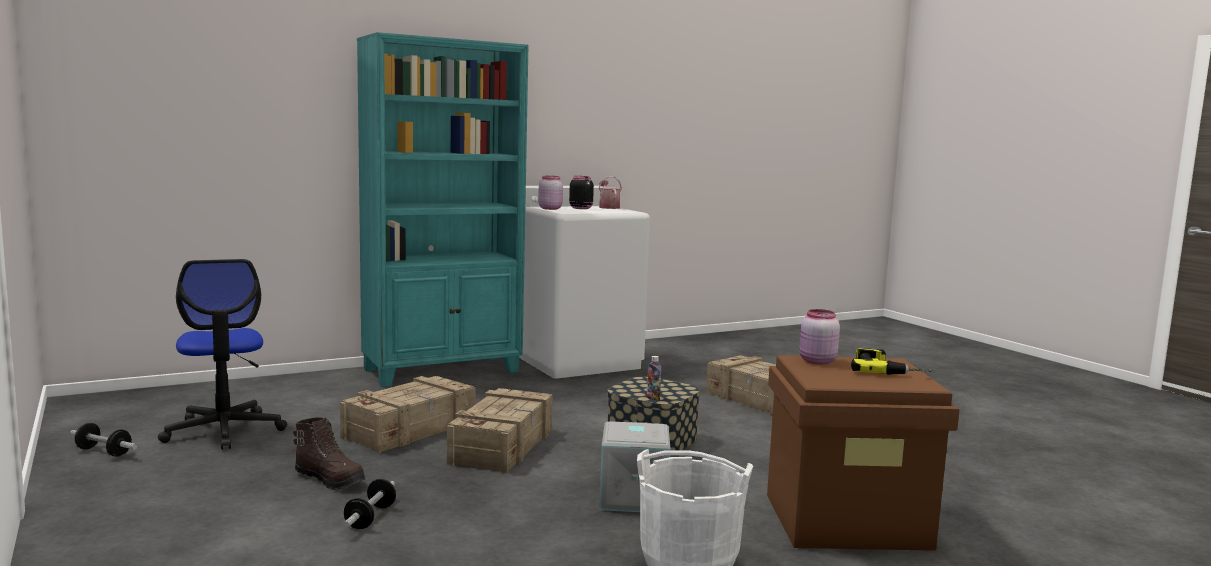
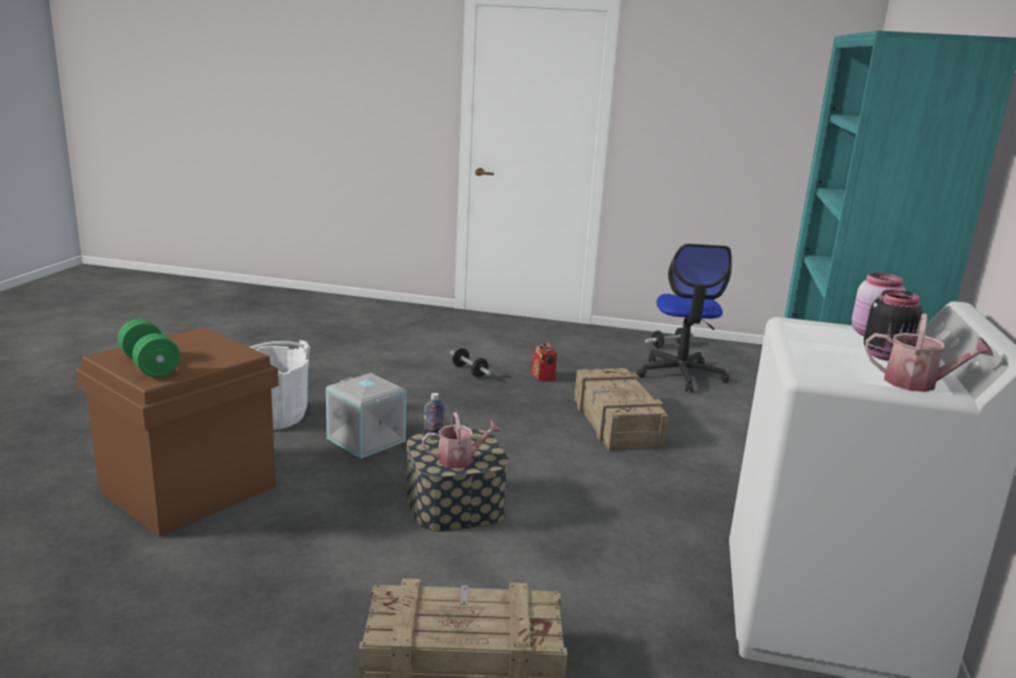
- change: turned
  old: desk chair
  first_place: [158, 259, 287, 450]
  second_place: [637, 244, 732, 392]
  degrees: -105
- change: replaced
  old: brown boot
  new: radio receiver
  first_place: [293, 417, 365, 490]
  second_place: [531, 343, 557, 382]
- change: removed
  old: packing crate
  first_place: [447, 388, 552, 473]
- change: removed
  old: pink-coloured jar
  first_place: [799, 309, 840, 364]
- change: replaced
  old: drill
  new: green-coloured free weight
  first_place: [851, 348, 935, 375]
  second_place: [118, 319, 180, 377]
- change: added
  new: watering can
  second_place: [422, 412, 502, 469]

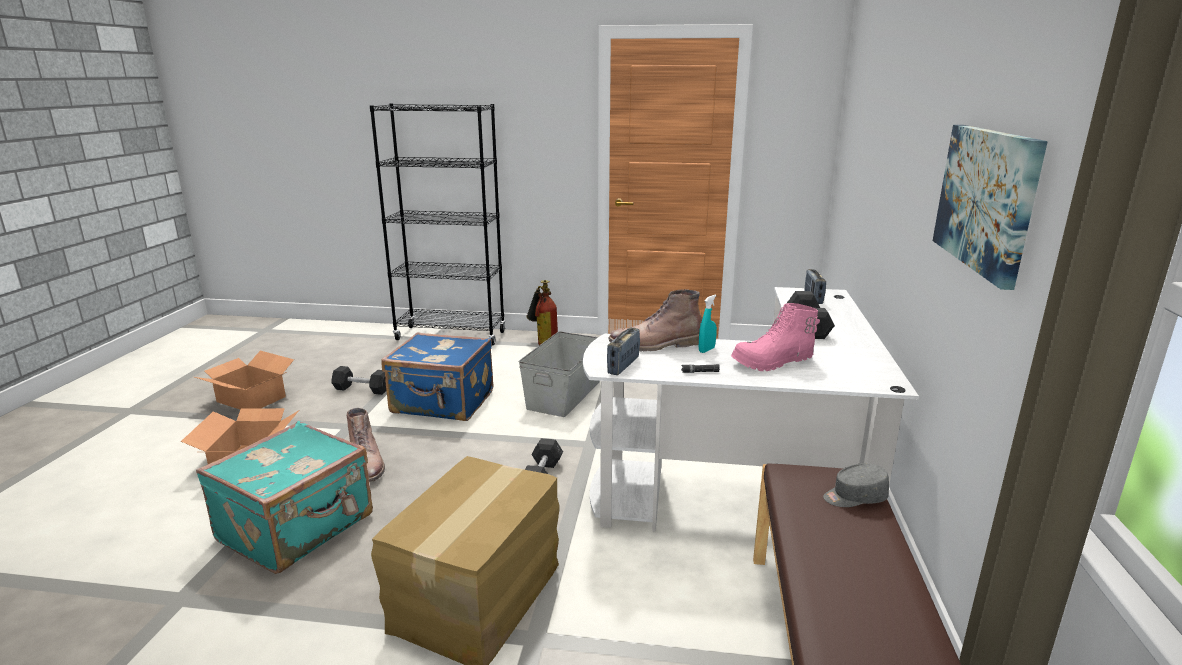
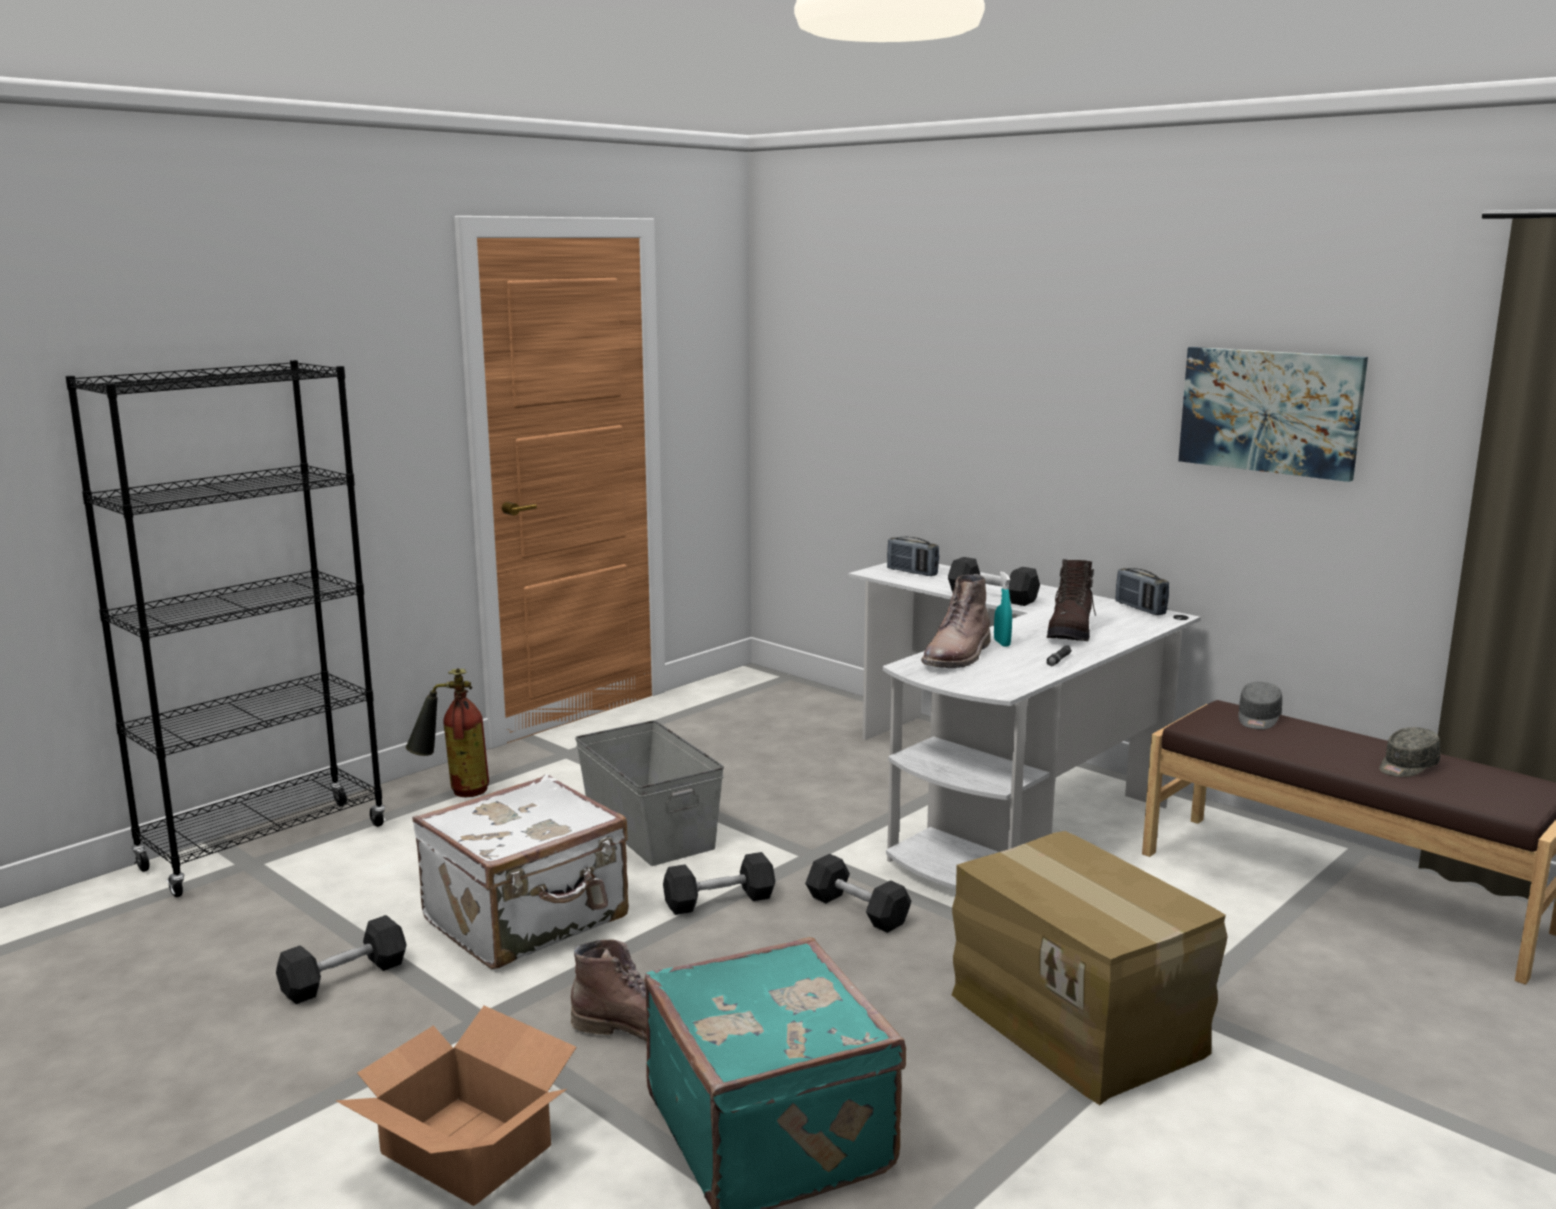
- change: removed
  old: packing box
  first_place: [195, 351, 294, 410]
- change: recoloured
  old: blue-coloured travel case
  new: white-coloured travel case
  first_place: [382, 332, 493, 421]
  second_place: [412, 774, 629, 969]
- change: moved
  old: radio receiver
  first_place: [607, 328, 640, 375]
  second_place: [1116, 568, 1169, 615]
- change: recoloured
  old: pink-coloured boot
  new: brown boot
  first_place: [731, 303, 820, 371]
  second_place: [1046, 559, 1096, 641]
- change: added
  new: greyish free weight
  second_place: [663, 852, 775, 915]
- change: added
  new: greyish cap
  second_place: [1379, 727, 1440, 777]

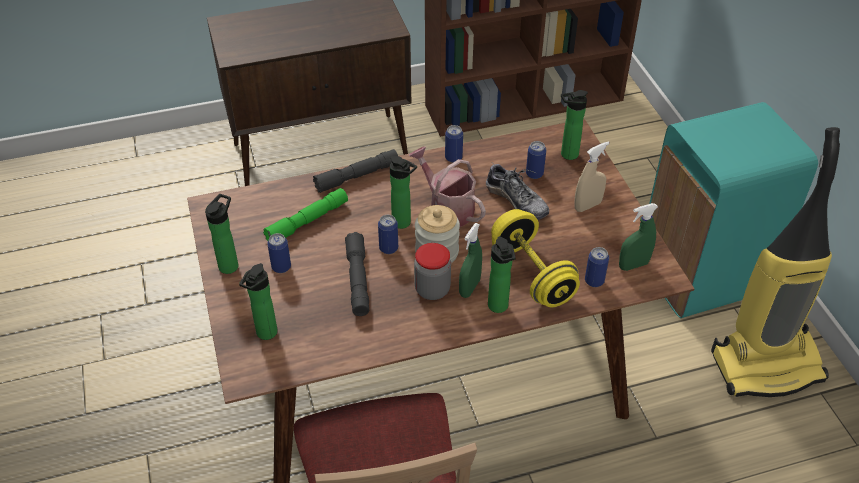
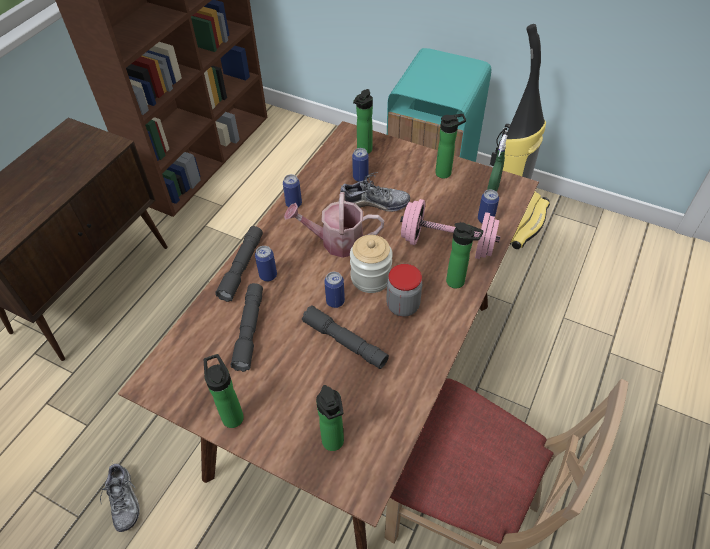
- change: recoloured
  old: green-coloured torch
  new: greyish torch
  first_place: [263, 188, 348, 241]
  second_place: [230, 283, 263, 372]
- change: moved
  old: metal can
  first_place: [267, 233, 291, 273]
  second_place: [255, 246, 277, 281]
- change: moved
  old: bottle
  first_place: [390, 156, 417, 229]
  second_place: [435, 114, 466, 178]
- change: removed
  old: green-coloured sprayer
  first_place: [459, 223, 482, 298]
- change: recoloured
  old: yellow-coloured free weight
  new: pink-coloured free weight
  first_place: [491, 209, 580, 307]
  second_place: [400, 199, 501, 259]
- change: removed
  old: beige sprayer
  first_place: [574, 142, 609, 212]
- change: added
  new: item of footwear
  second_place: [100, 464, 140, 532]

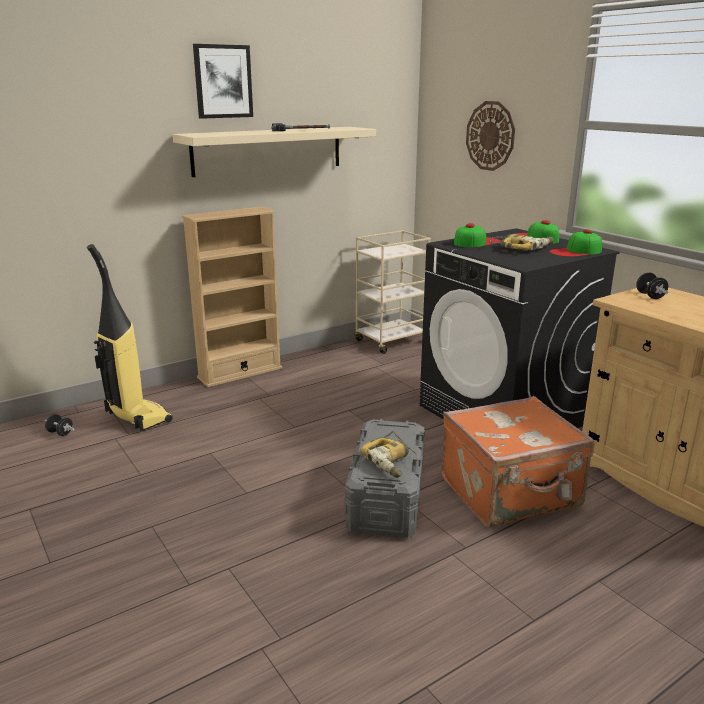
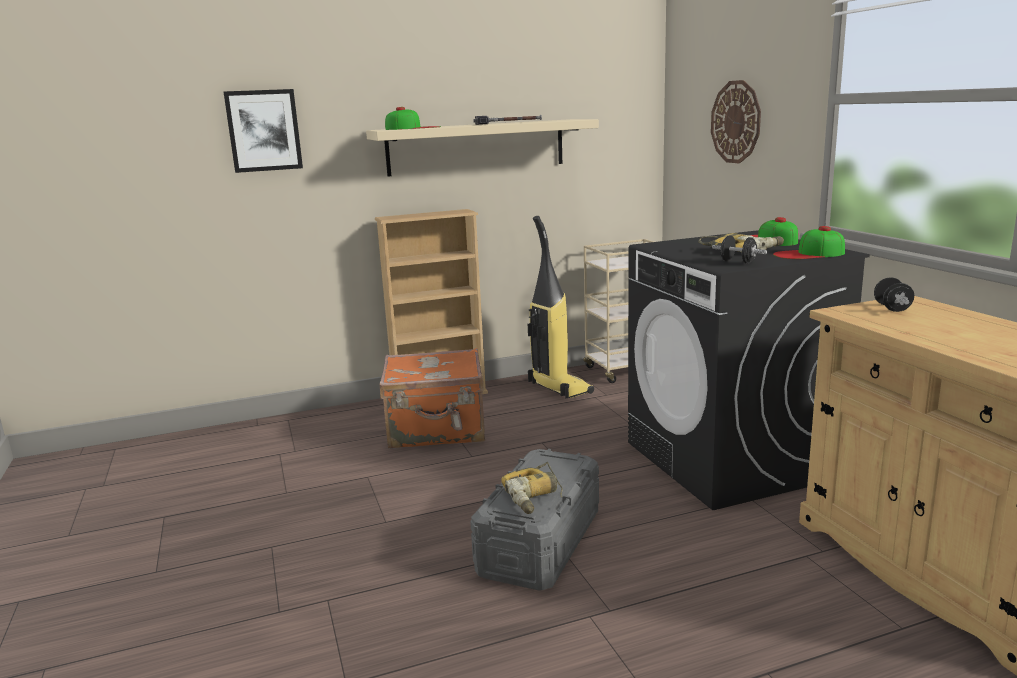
- change: moved
  old: blackish free weight
  first_place: [44, 414, 75, 436]
  second_place: [712, 235, 767, 264]
- change: moved
  old: hoover
  first_place: [87, 244, 173, 431]
  second_place: [528, 216, 594, 398]
- change: moved
  old: wall art
  first_place: [193, 44, 253, 119]
  second_place: [224, 89, 303, 173]
- change: moved
  old: orange travel case
  first_place: [441, 396, 594, 528]
  second_place: [380, 348, 485, 449]
- change: moved
  old: cap
  first_place: [454, 223, 500, 247]
  second_place: [385, 107, 441, 130]

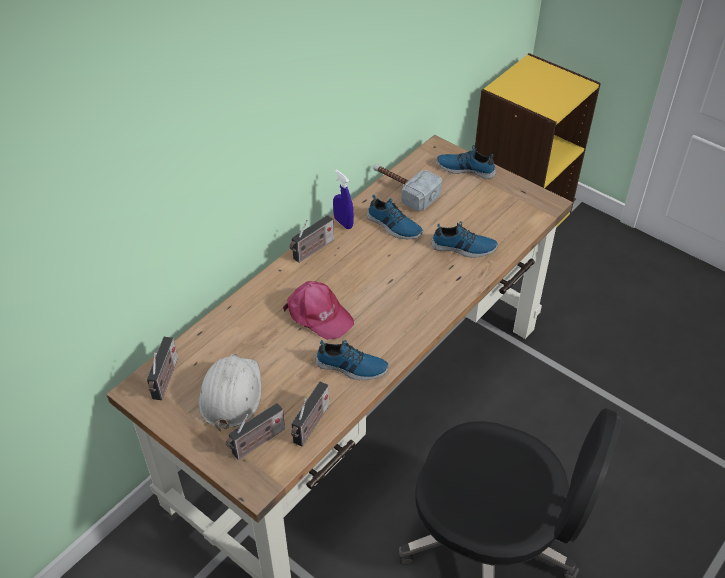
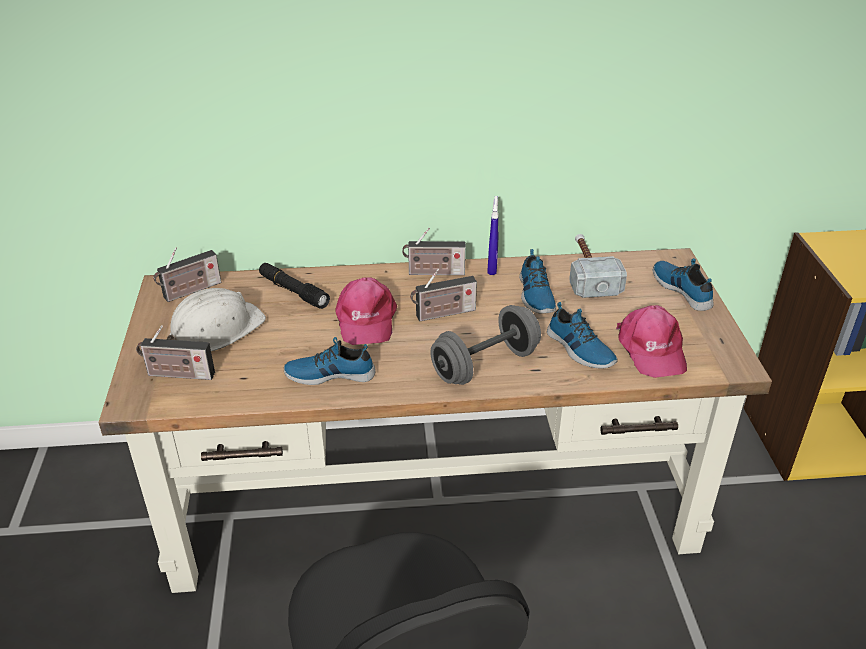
- change: moved
  old: radio receiver
  first_place: [291, 382, 330, 446]
  second_place: [410, 268, 477, 321]
- change: turned
  old: item of footwear
  first_place: [316, 340, 389, 380]
  second_place: [284, 337, 375, 385]
  degrees: 120
- change: added
  new: blackish torch
  second_place: [259, 263, 330, 309]
- change: added
  new: greyish free weight
  second_place: [430, 305, 541, 385]
- change: added
  new: pink-coloured cap
  second_place: [616, 305, 687, 378]

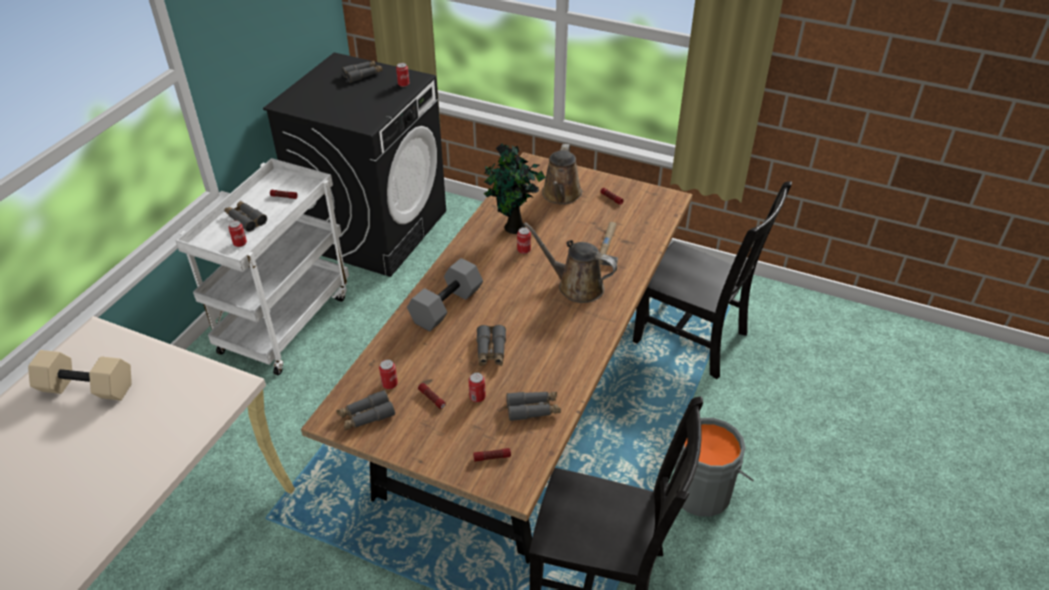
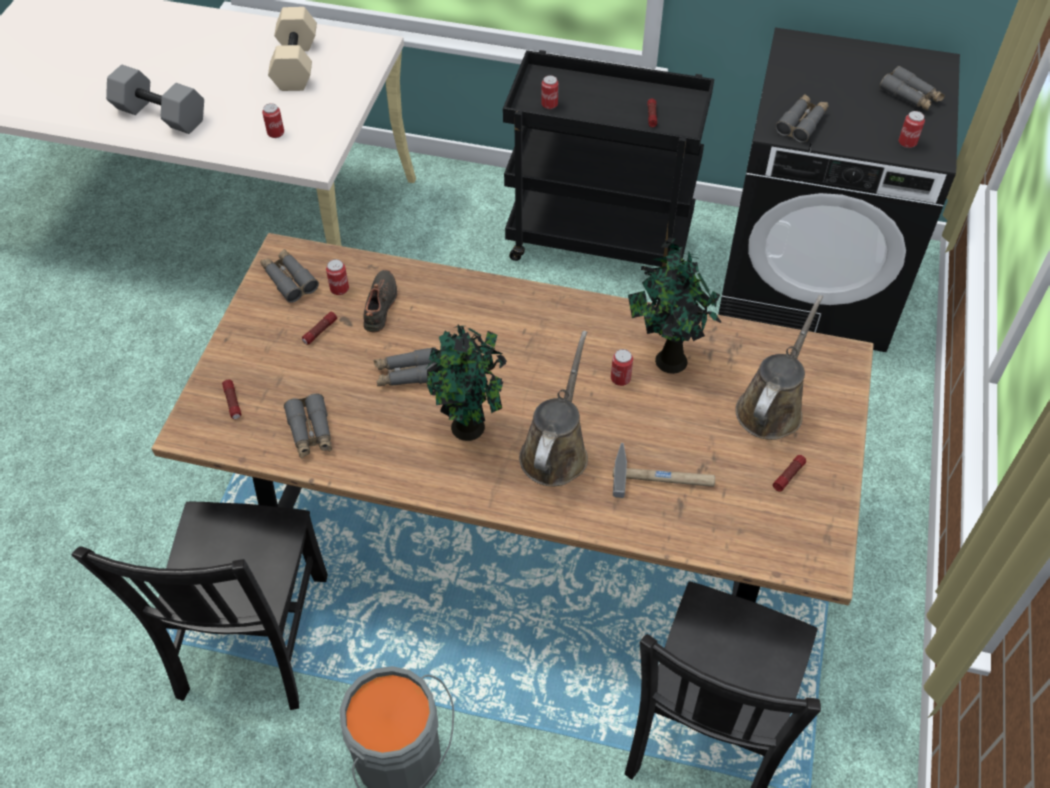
- change: recoloured
  old: white-coloured wheeled cart
  new: blackish wheeled cart
  first_place: [175, 158, 349, 375]
  second_place: [503, 50, 714, 276]
- change: moved
  old: greyish field glasses
  first_place: [224, 201, 267, 232]
  second_place: [775, 94, 828, 143]
- change: moved
  old: greyish free weight
  first_place: [407, 258, 483, 331]
  second_place: [106, 65, 204, 134]
- change: moved
  old: metal can
  first_place: [468, 372, 486, 402]
  second_place: [262, 103, 284, 138]
- change: turned
  old: brown watering can
  first_place: [542, 144, 582, 205]
  second_place: [735, 295, 823, 440]
  degrees: 120
- change: added
  new: blackish item of footwear
  second_place: [363, 270, 397, 332]
- change: added
  new: plant in a pot
  second_place: [426, 325, 507, 441]

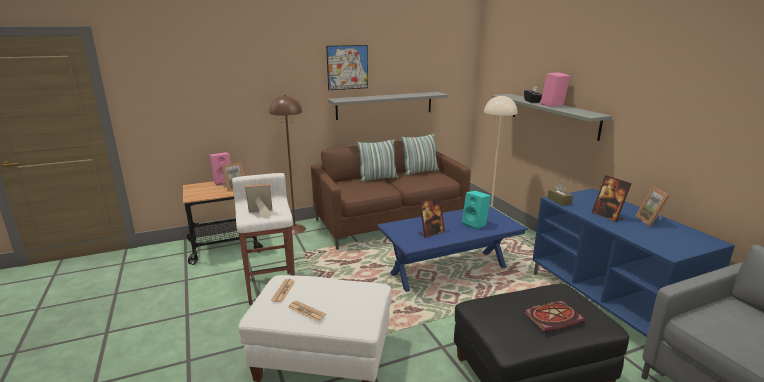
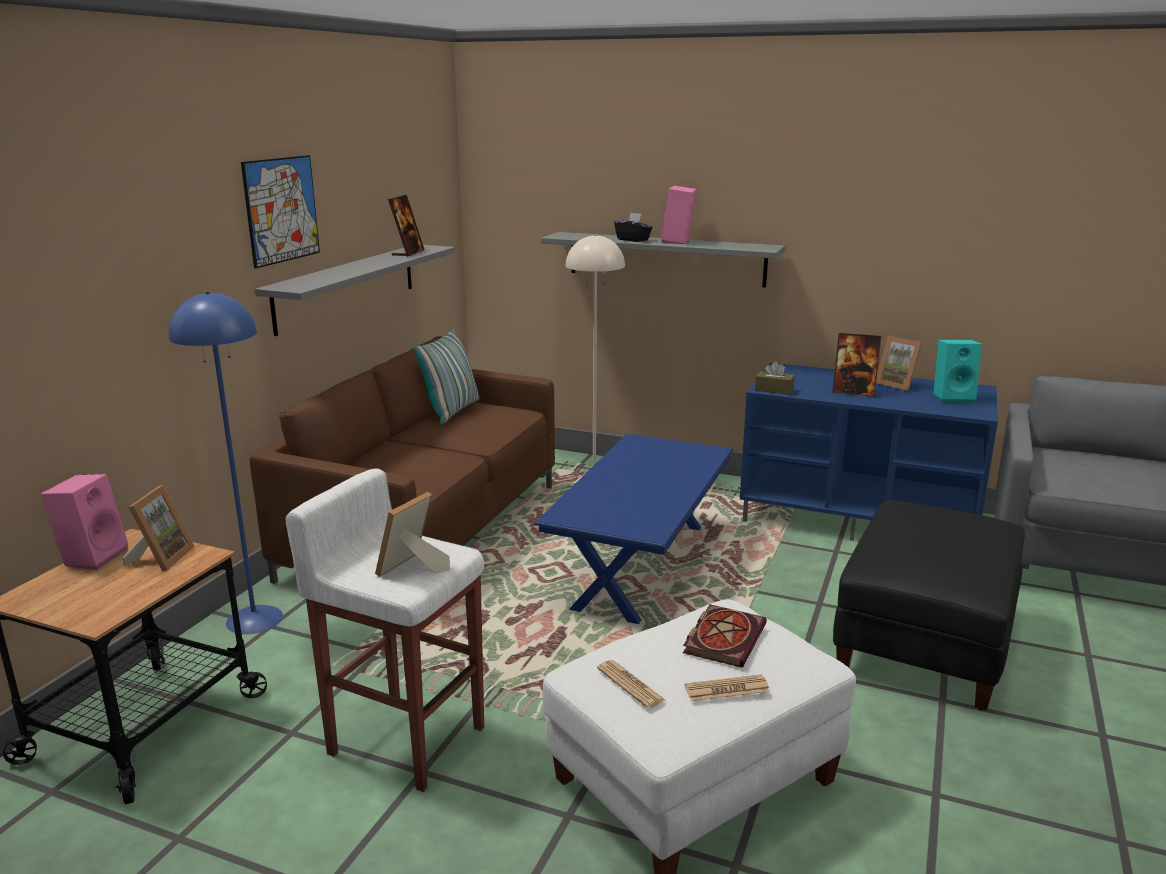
- change: recoloured
  old: brown standard lamp
  new: blue-coloured standard lamp
  first_place: [269, 95, 306, 234]
  second_place: [169, 291, 283, 634]
- change: removed
  old: cushion
  first_place: [357, 139, 398, 182]
- change: moved
  old: standing frame
  first_place: [419, 197, 445, 238]
  second_place: [388, 195, 425, 257]
- change: moved
  old: turquoise-coloured speaker
  first_place: [462, 191, 491, 230]
  second_place: [933, 340, 982, 403]
- change: moved
  old: book
  first_place: [523, 300, 586, 333]
  second_place: [683, 604, 767, 668]

